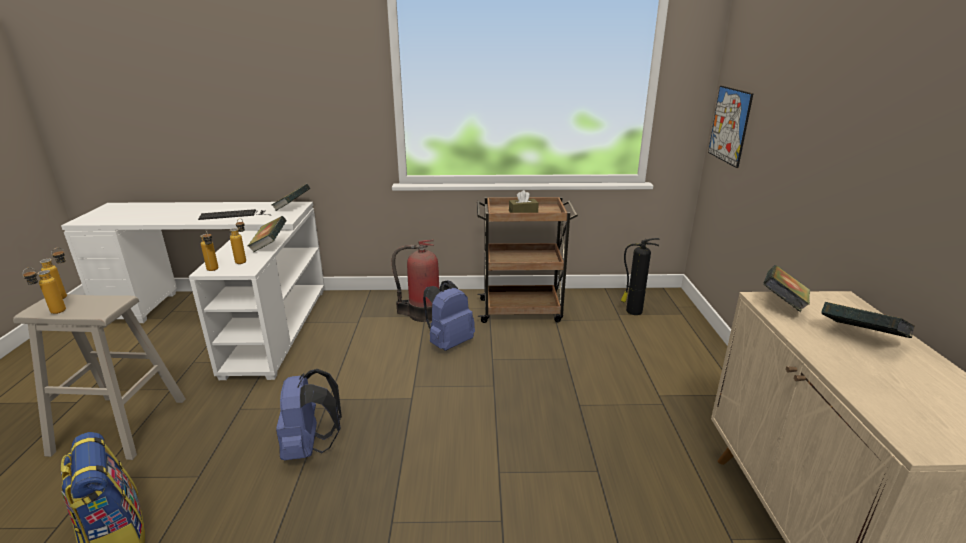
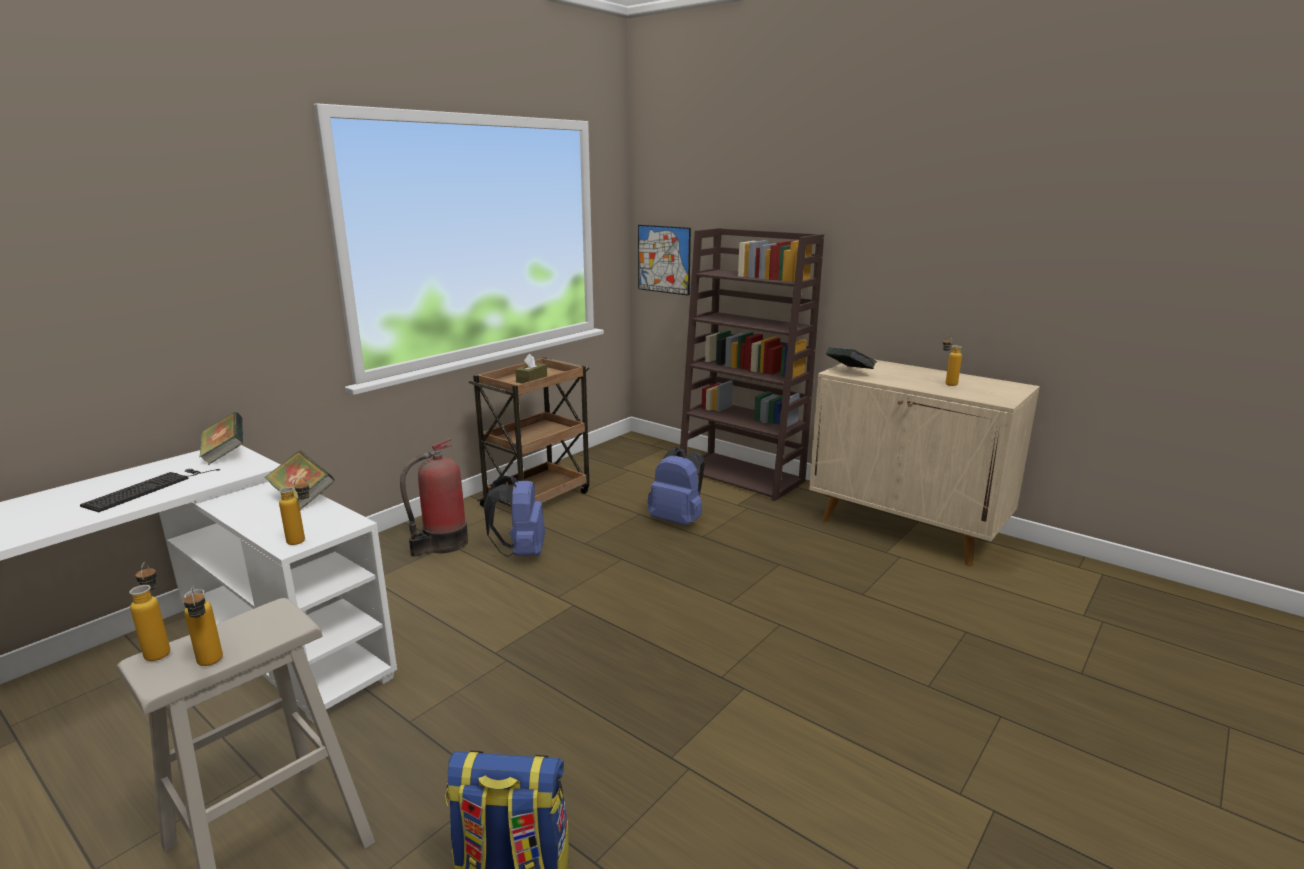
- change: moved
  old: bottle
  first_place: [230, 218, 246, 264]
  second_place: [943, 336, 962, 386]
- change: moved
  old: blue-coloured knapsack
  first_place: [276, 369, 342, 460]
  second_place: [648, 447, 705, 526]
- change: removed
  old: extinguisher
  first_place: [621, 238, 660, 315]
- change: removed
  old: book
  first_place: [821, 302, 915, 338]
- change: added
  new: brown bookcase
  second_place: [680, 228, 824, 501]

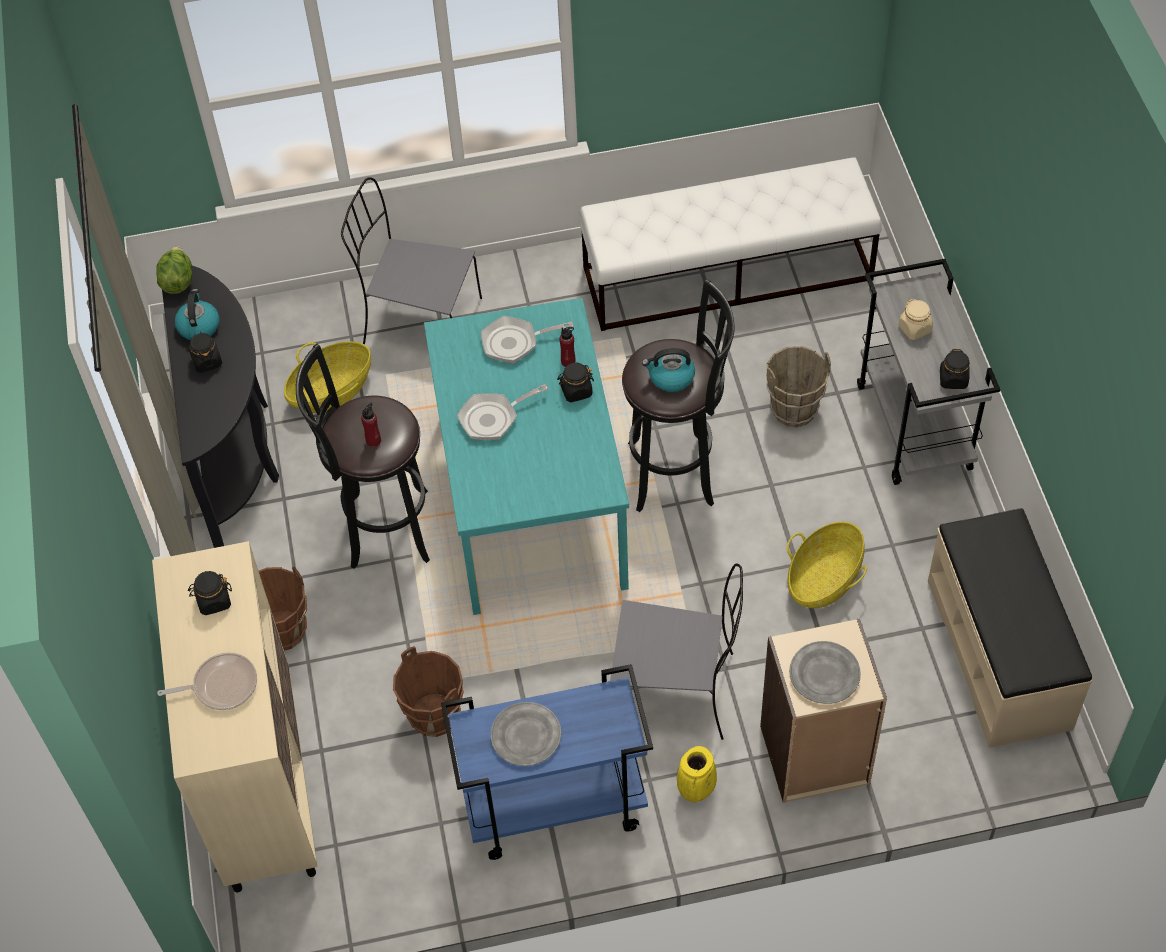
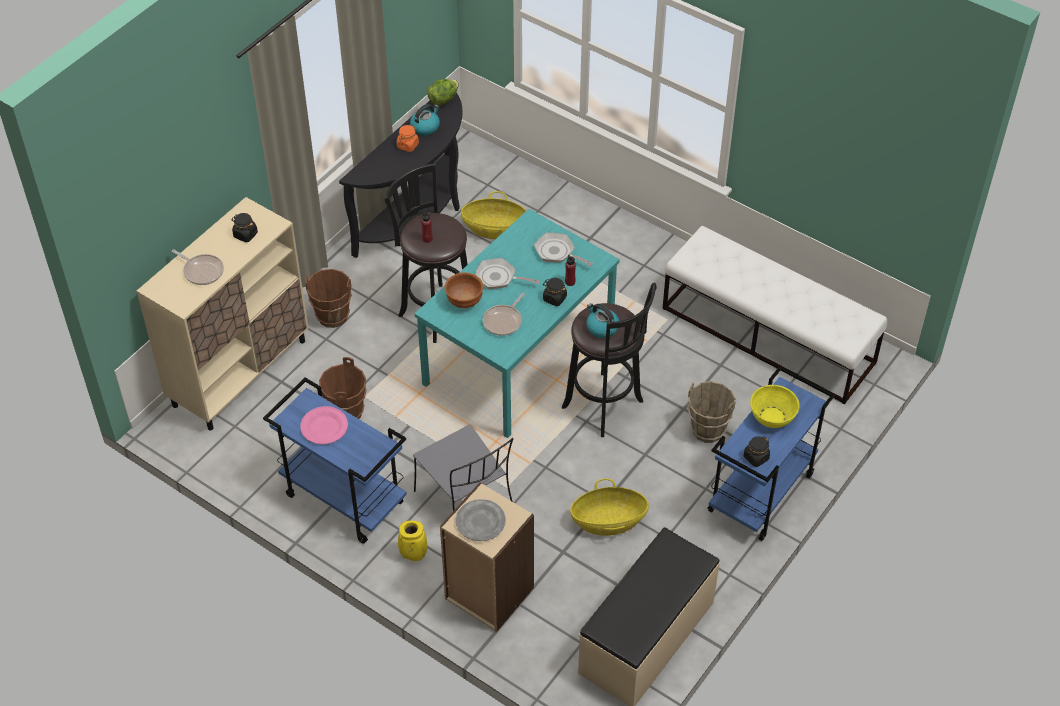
- change: recoloured
  old: blackish jar
  new: orange jar
  first_place: [189, 332, 222, 373]
  second_place: [397, 125, 419, 152]
- change: removed
  old: greyish plain chair
  first_place: [341, 177, 482, 345]
- change: recoloured
  old: greyish dinner plate
  new: pink-coloured dinner plate
  first_place: [491, 702, 561, 766]
  second_place: [300, 406, 348, 444]
- change: recoloured
  old: greyish wheeled cart
  new: blue-coloured wheeled cart
  first_place: [857, 259, 1000, 485]
  second_place: [707, 366, 835, 541]
- change: replaced
  old: beige jar
  new: yellow-coloured serving bowl
  first_place: [899, 299, 933, 340]
  second_place: [750, 385, 799, 428]
- change: added
  new: brown serving bowl
  second_place: [445, 273, 483, 308]
- change: added
  new: pan
  second_place: [483, 293, 525, 336]

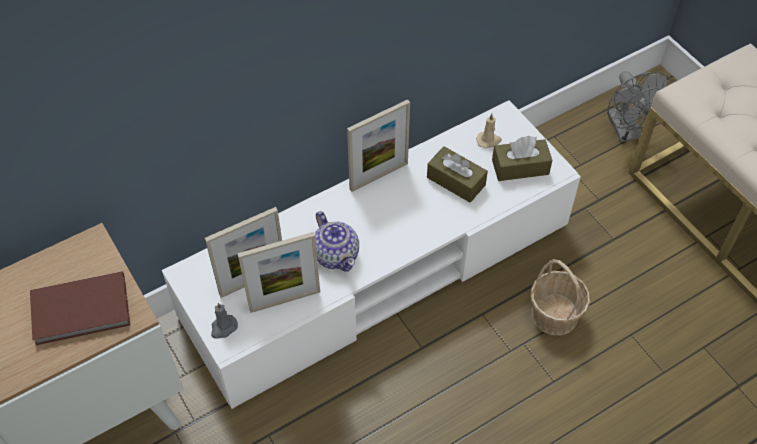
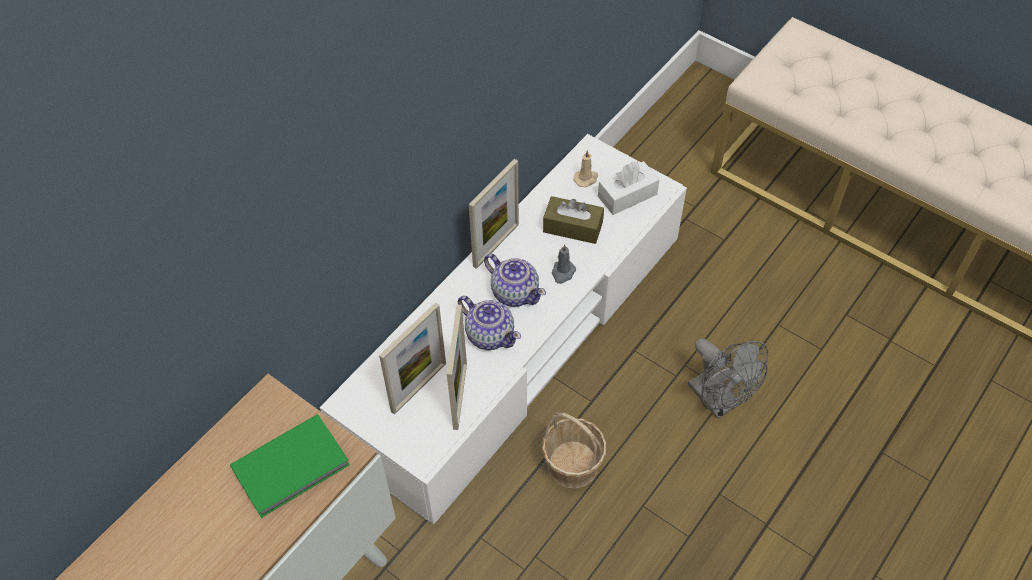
- change: recoloured
  old: brown book
  new: green-coloured book
  first_place: [30, 271, 130, 345]
  second_place: [230, 414, 350, 518]
- change: moved
  old: greyish wax light
  first_place: [211, 303, 238, 339]
  second_place: [552, 244, 576, 284]
- change: turned
  old: standing frame
  first_place: [237, 232, 320, 313]
  second_place: [447, 305, 467, 430]
  degrees: -45
- change: recoloured
  old: brown box of tissues
  new: white-coloured box of tissues
  first_place: [492, 136, 553, 181]
  second_place: [598, 161, 660, 215]
- change: moved
  old: storage basket
  first_place: [531, 259, 590, 336]
  second_place: [542, 412, 607, 489]
- change: moved
  old: greyish fan
  first_place: [607, 71, 674, 142]
  second_place: [688, 338, 768, 419]
- change: added
  new: teapot
  second_place: [484, 254, 546, 307]

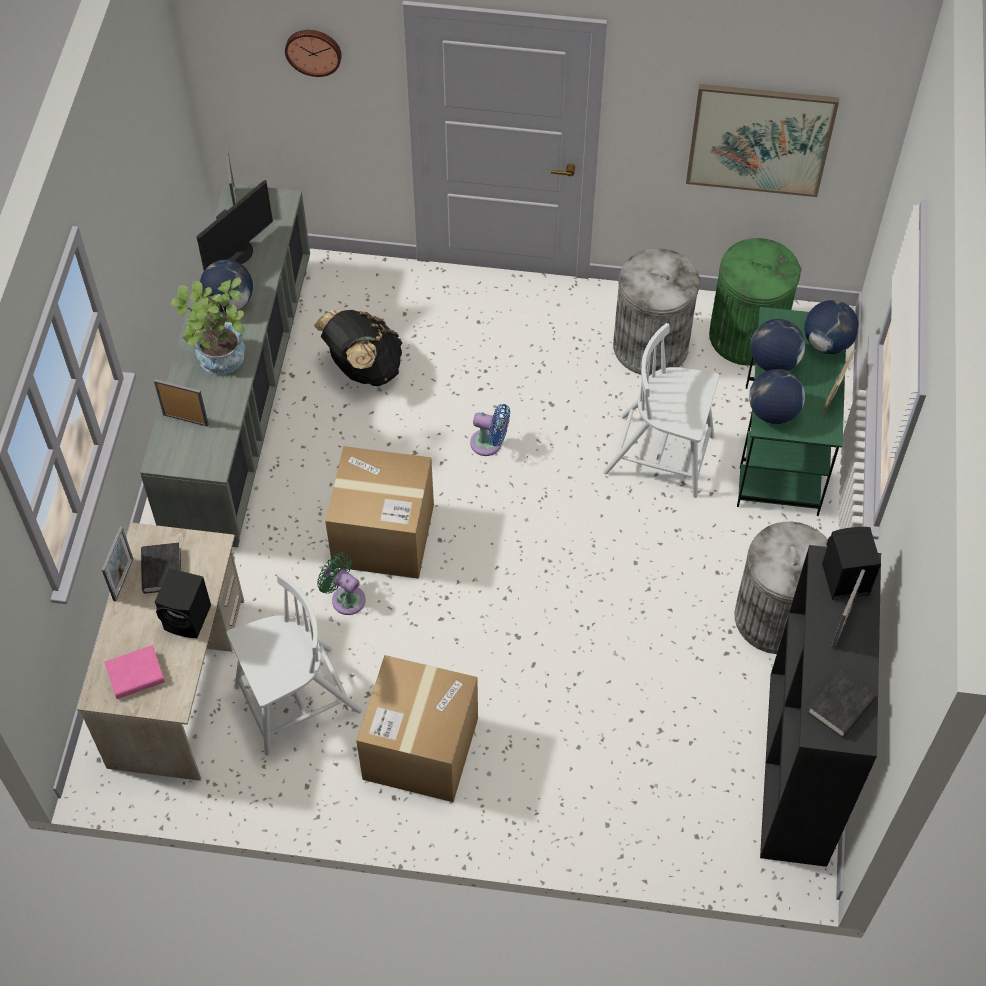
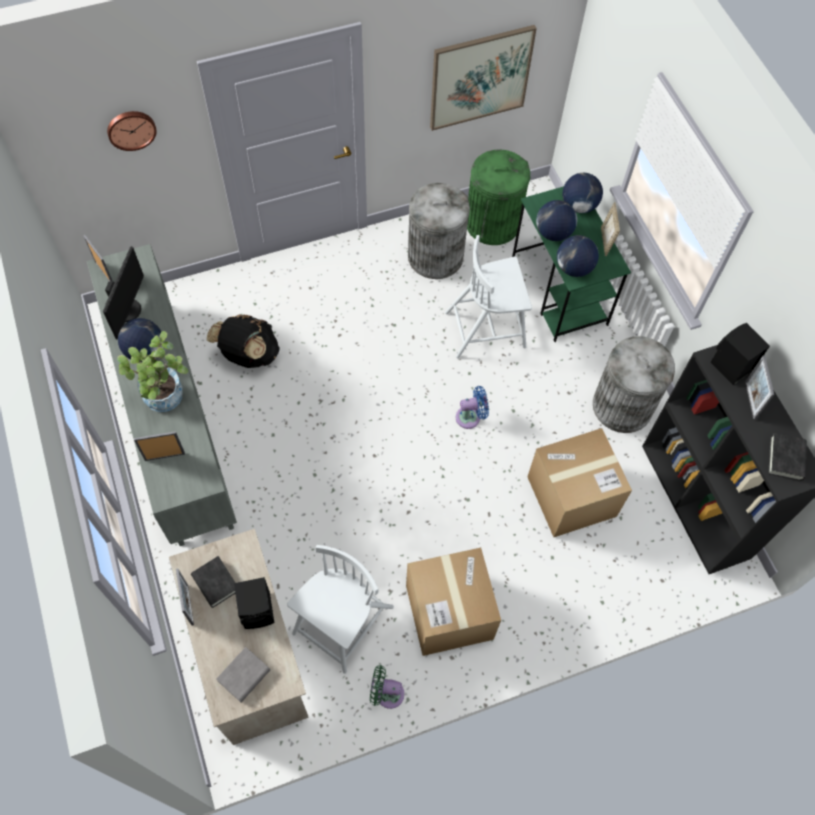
- change: recoloured
  old: pink-coloured book
  new: greyish book
  first_place: [104, 645, 165, 699]
  second_place: [216, 647, 270, 703]
- change: moved
  old: green-coloured fan
  first_place: [317, 553, 366, 615]
  second_place: [370, 665, 405, 709]
- change: moved
  old: packing box
  first_place: [325, 446, 434, 579]
  second_place: [527, 428, 632, 537]
- change: moved
  old: blue-coloured fan
  first_place: [470, 404, 510, 456]
  second_place: [456, 386, 489, 429]

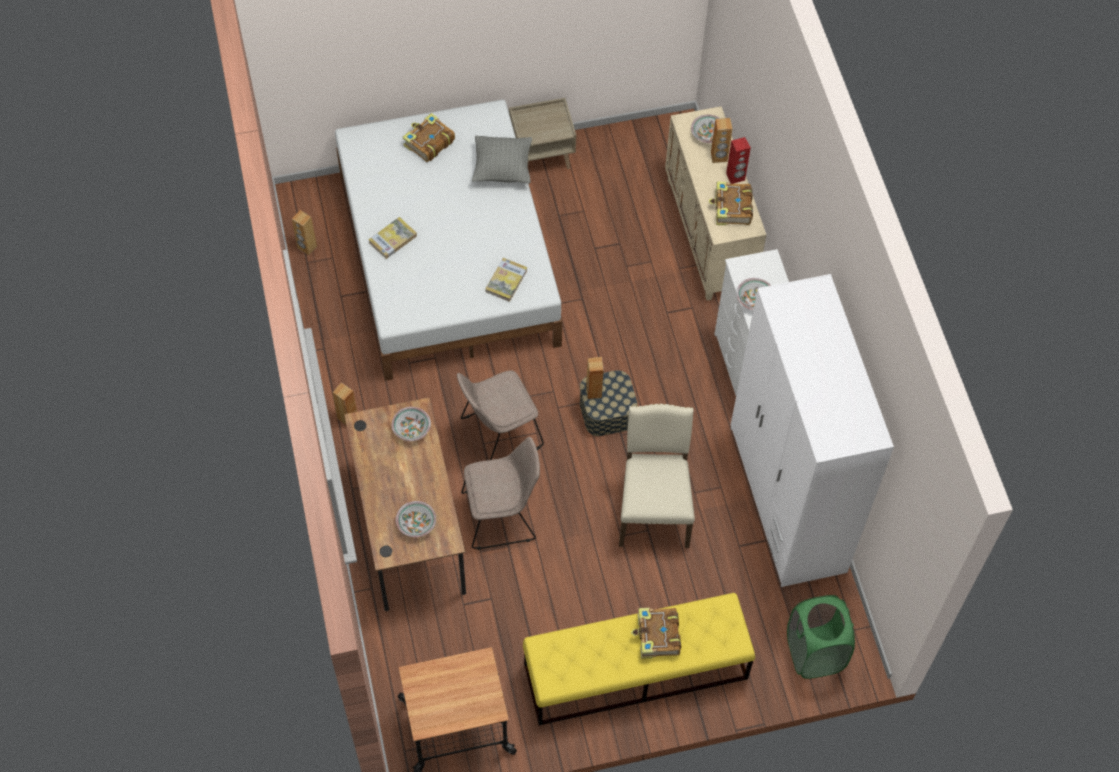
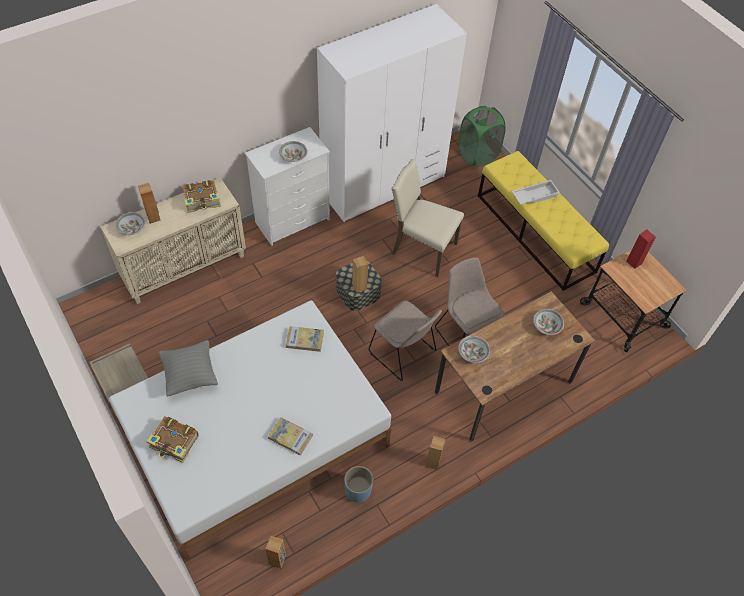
- change: turned
  old: beige plain chair
  first_place: [619, 404, 695, 548]
  second_place: [391, 159, 464, 277]
  degrees: 45
- change: replaced
  old: book
  new: white-coloured serving tray
  first_place: [631, 608, 681, 659]
  second_place: [512, 180, 560, 205]
- change: moved
  old: reddish speaker
  first_place: [726, 137, 751, 184]
  second_place: [626, 229, 656, 269]
- change: added
  new: blue-coloured plant pot
  second_place: [344, 466, 373, 503]

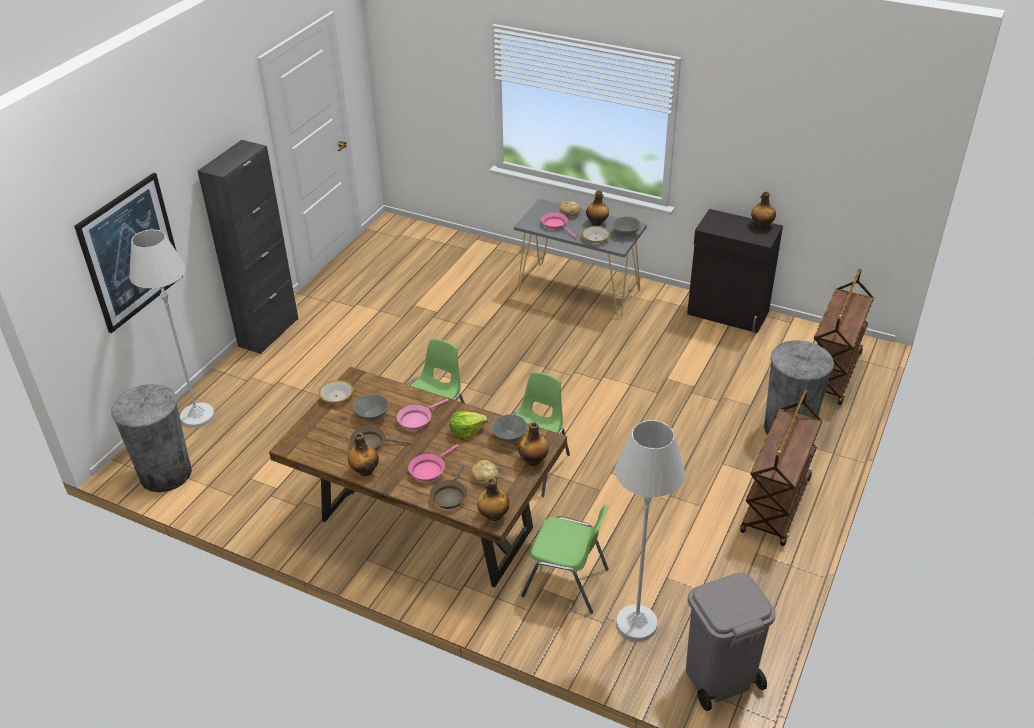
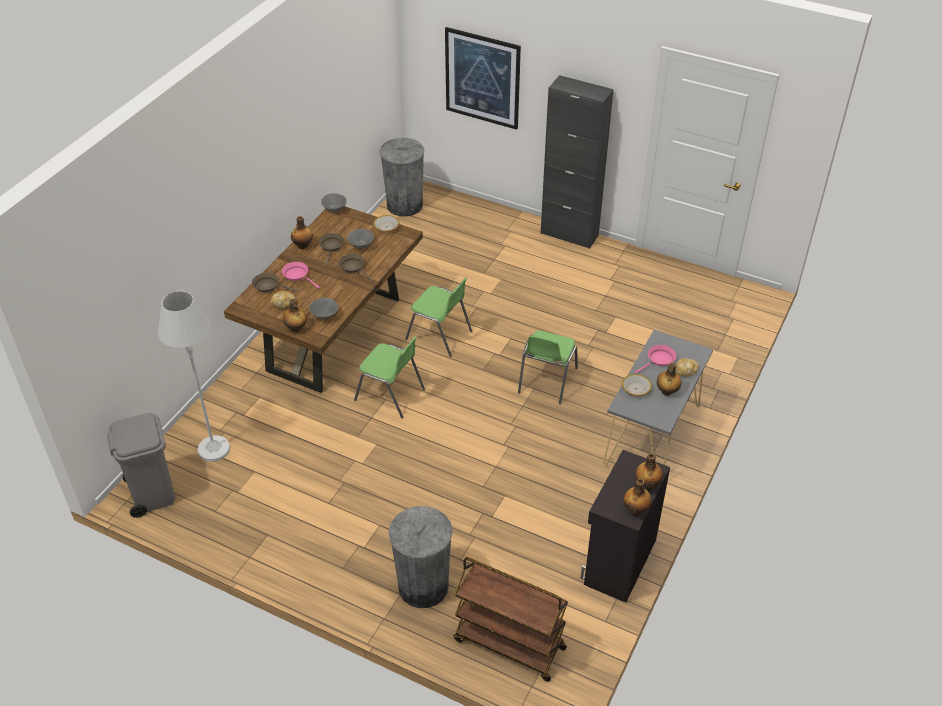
- change: removed
  old: white-coloured standard lamp
  first_place: [129, 229, 215, 428]
- change: recoloured
  old: pink-coloured pan
  new: brown pan
  first_place: [397, 399, 448, 430]
  second_place: [338, 254, 374, 282]
- change: removed
  old: head of lettuce
  first_place: [450, 411, 487, 439]
- change: moved
  old: bottle
  first_place: [477, 478, 510, 521]
  second_place: [635, 453, 663, 490]
- change: moved
  old: green-coloured plain chair
  first_place: [521, 504, 609, 614]
  second_place: [518, 330, 578, 404]
- change: moved
  old: greyish serving bowl
  first_place: [612, 216, 641, 237]
  second_place: [321, 193, 347, 213]
- change: removed
  old: brown wheeled cart
  first_place: [740, 389, 823, 546]

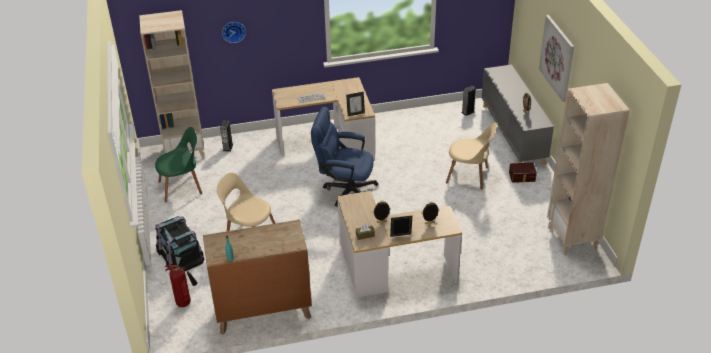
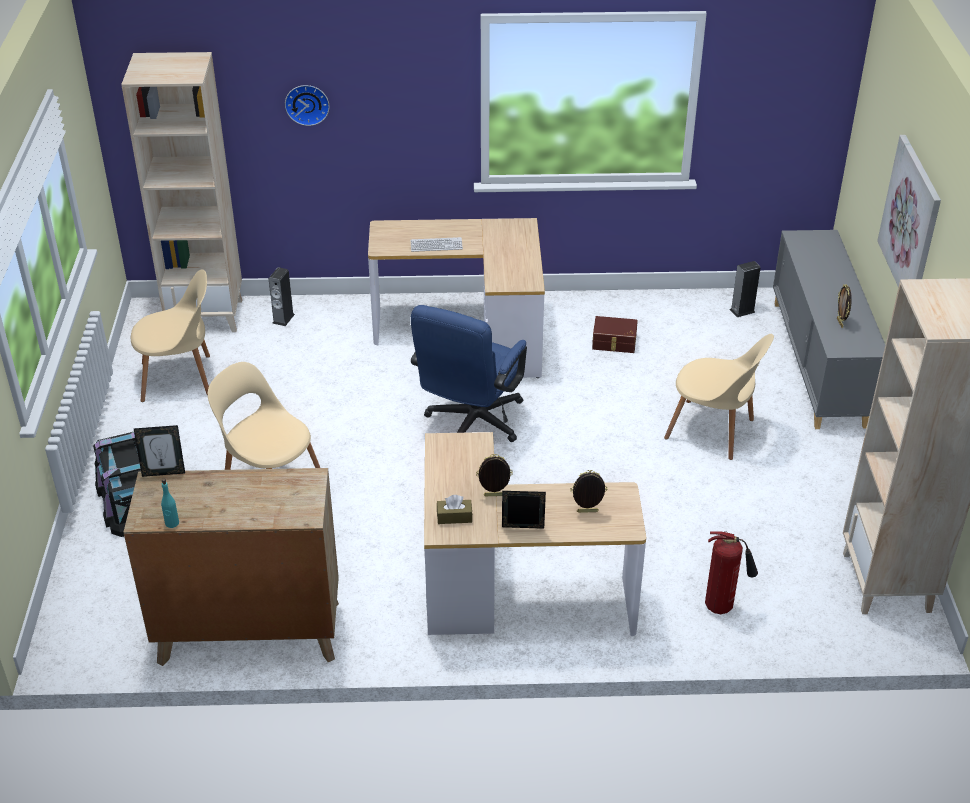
- change: recoloured
  old: green-coloured plain chair
  new: beige plain chair
  first_place: [155, 127, 202, 203]
  second_place: [131, 269, 210, 402]
- change: moved
  old: extinguisher
  first_place: [165, 264, 198, 307]
  second_place: [705, 531, 758, 614]
- change: turned
  old: blue-coloured desk chair
  first_place: [311, 107, 379, 207]
  second_place: [411, 305, 527, 442]
  degrees: -90
- change: moved
  old: standing frame
  first_place: [346, 92, 365, 116]
  second_place: [133, 425, 185, 477]
- change: moved
  old: brown storage bin
  first_place: [509, 163, 537, 183]
  second_place: [592, 316, 638, 353]

